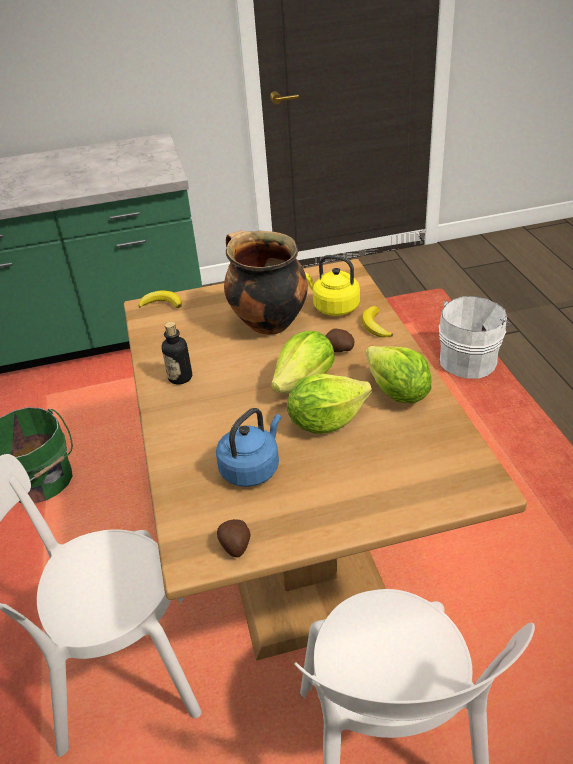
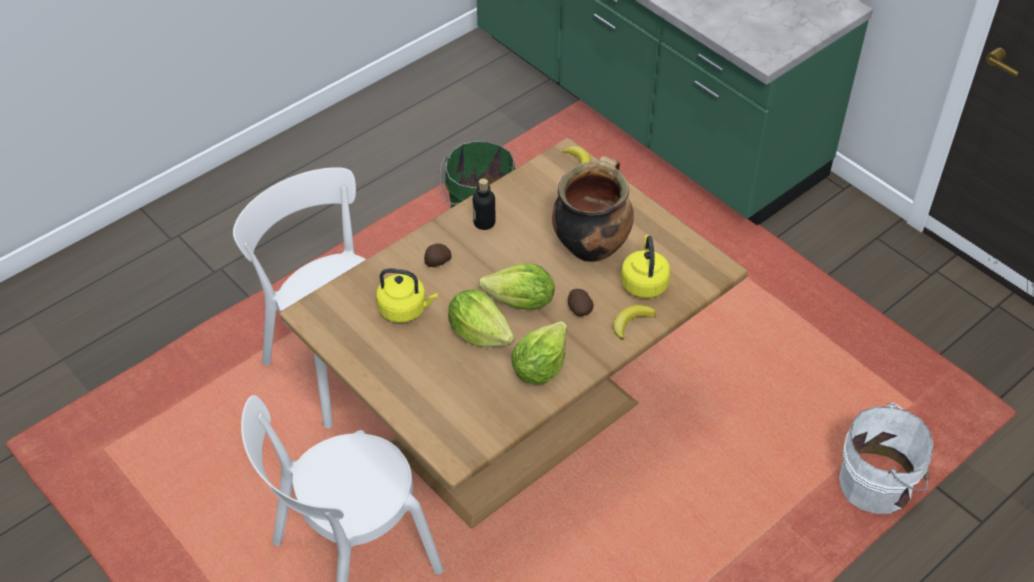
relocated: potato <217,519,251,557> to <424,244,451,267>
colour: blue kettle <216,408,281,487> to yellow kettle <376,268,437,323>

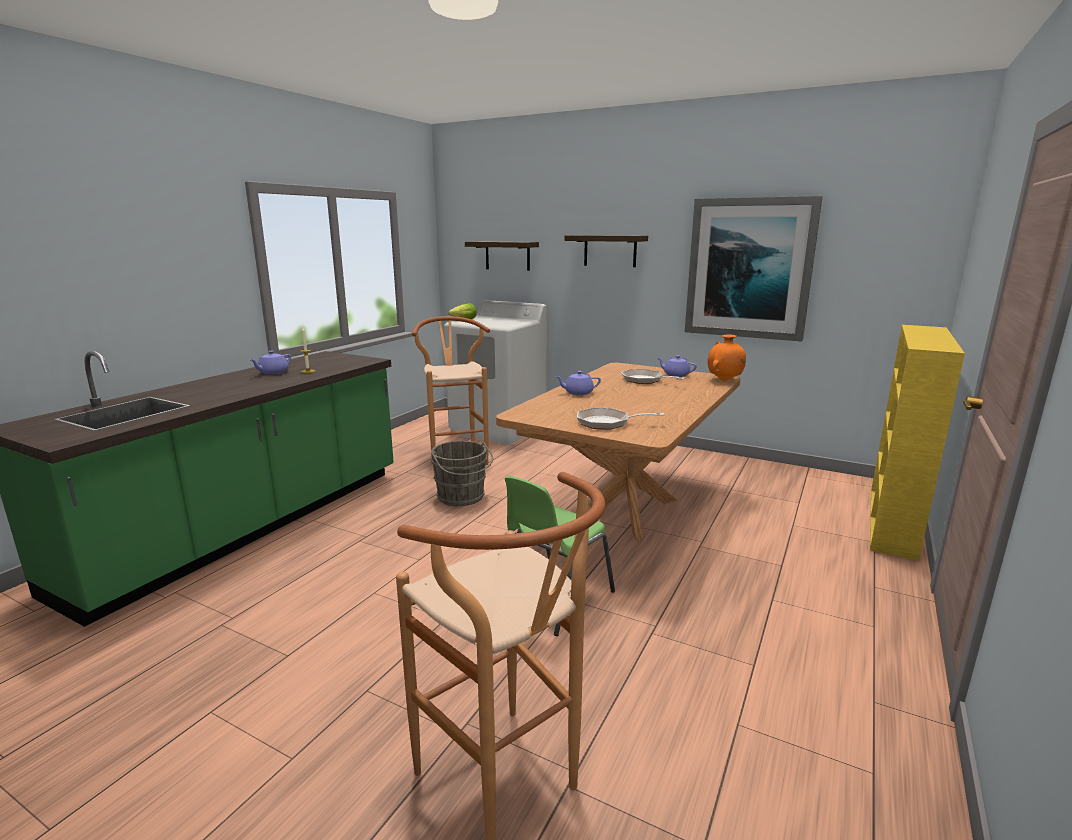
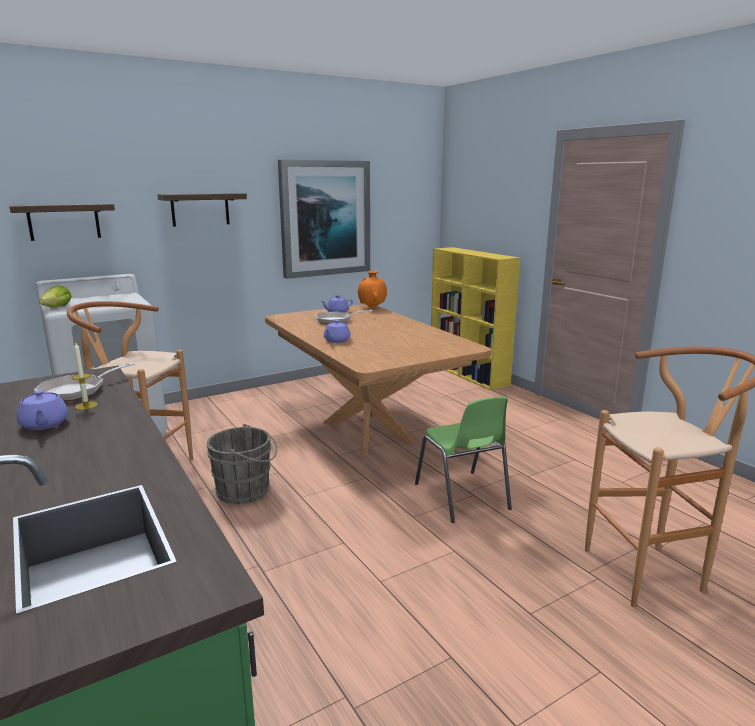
relocated: frying pan <577,408,664,430> to <34,363,135,401>

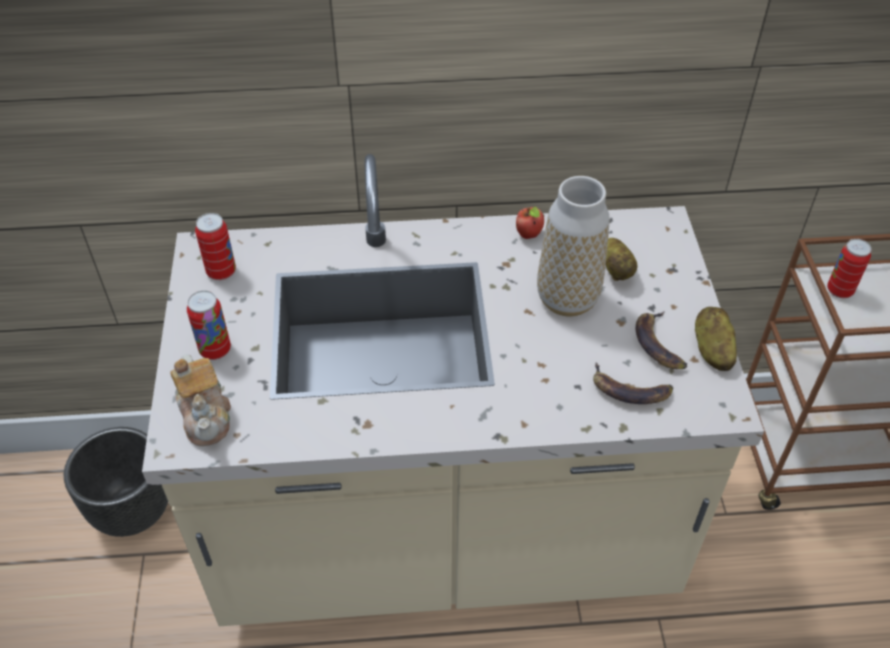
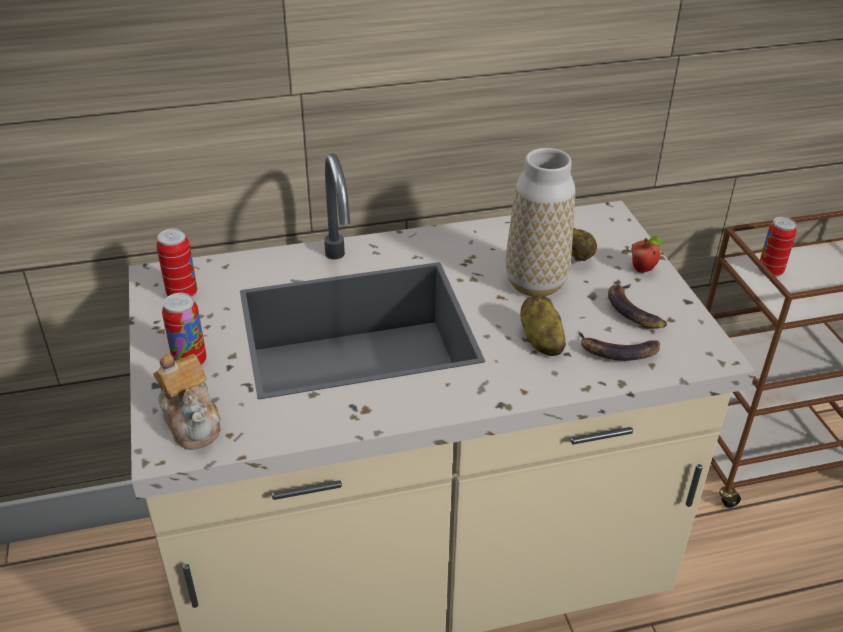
missing: black planter <64,427,168,537>
relocated: apple <516,207,544,239> to <631,236,663,273>; potato <695,307,737,371> to <520,295,566,356>

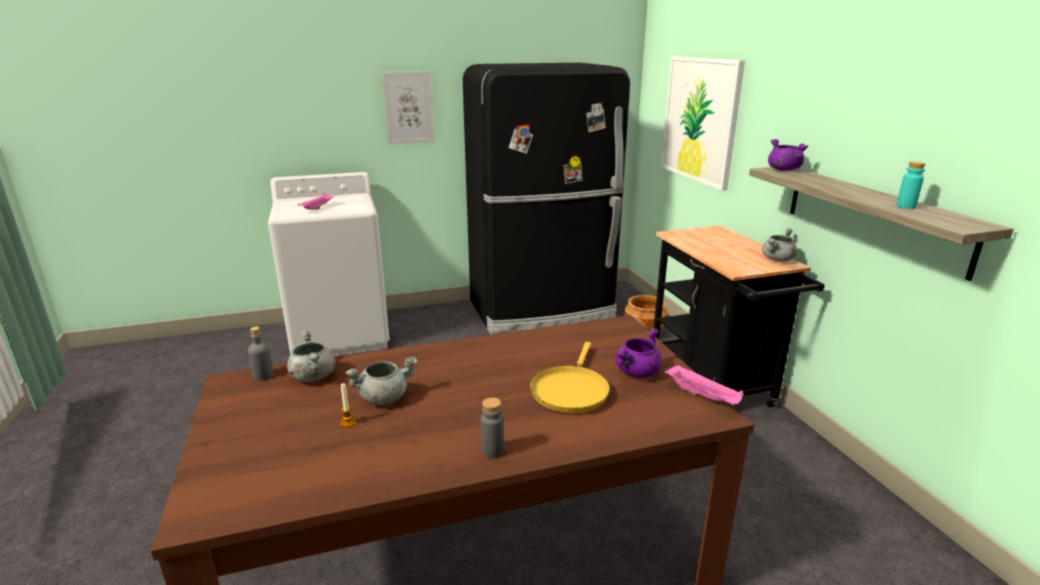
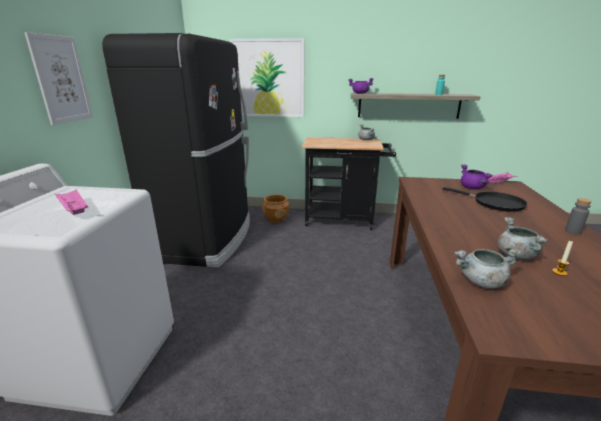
missing: grey bottle <248,327,274,380>
colour: yellow frying pan <530,342,610,413> to black frying pan <443,187,527,212>

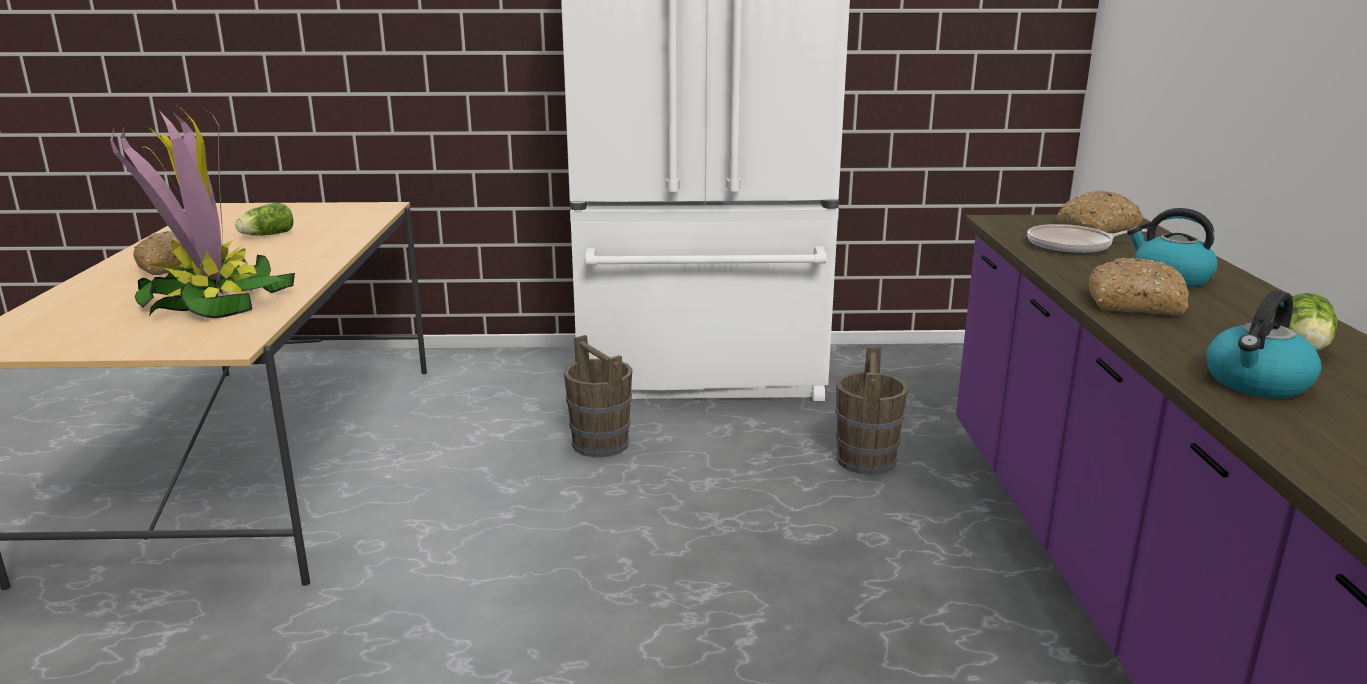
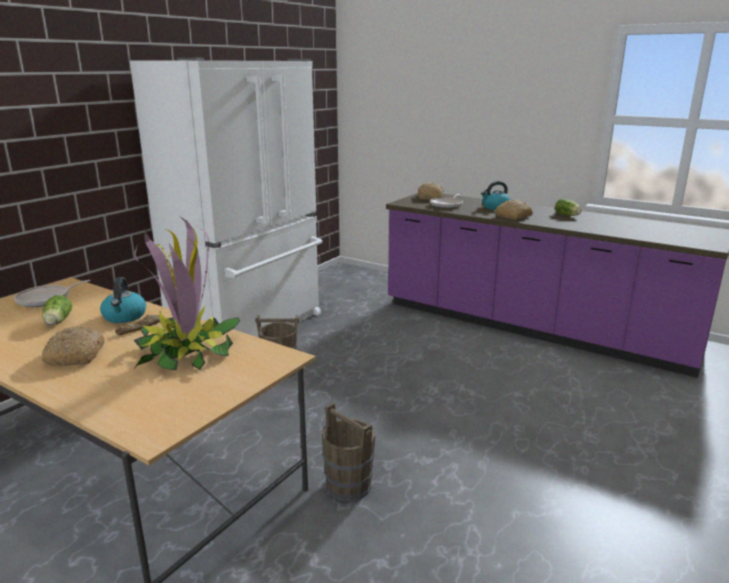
appeared: frying pan <14,280,91,307>; bread <115,314,160,335>
relocated: brown bucket <836,347,908,475> to <322,403,375,501>; kettle <1206,290,1322,398> to <100,277,146,323>

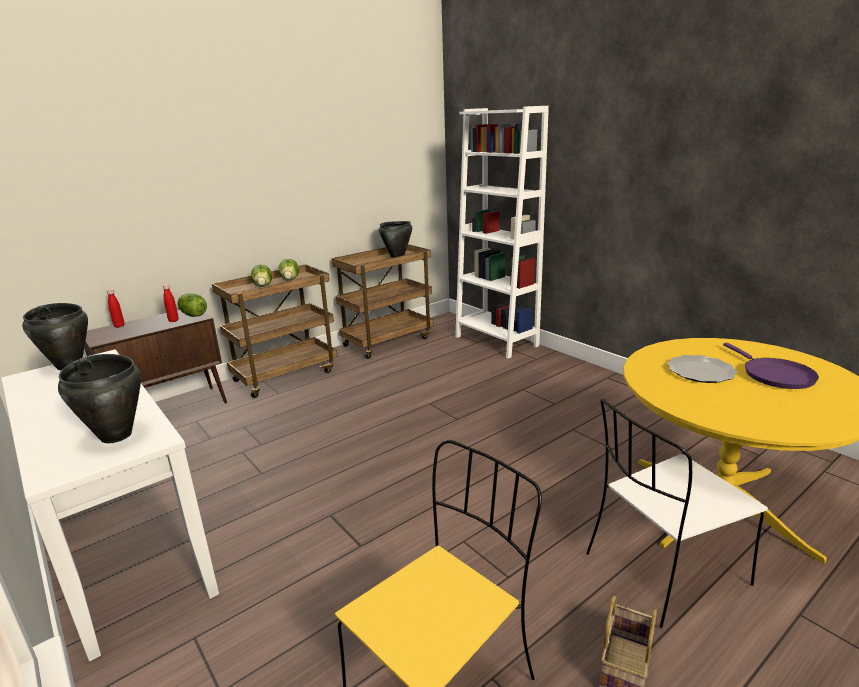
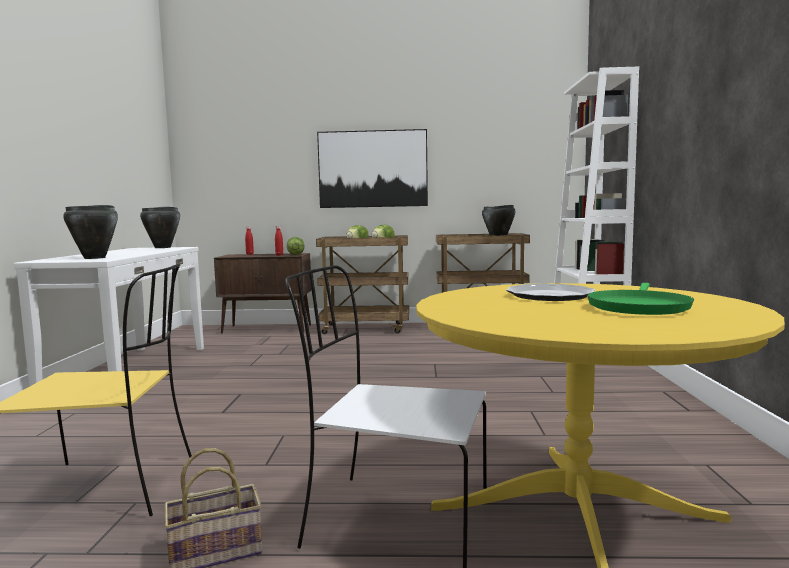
appeared: picture <317,129,428,208>
colour: purple frying pan <723,343,819,389> to green frying pan <587,283,694,315>

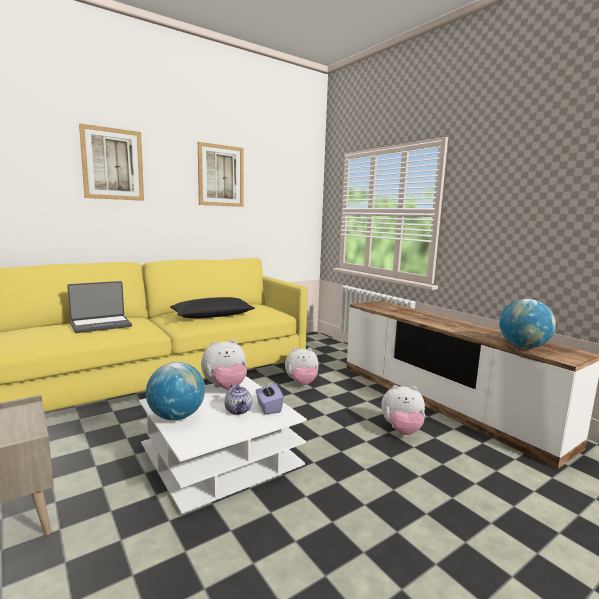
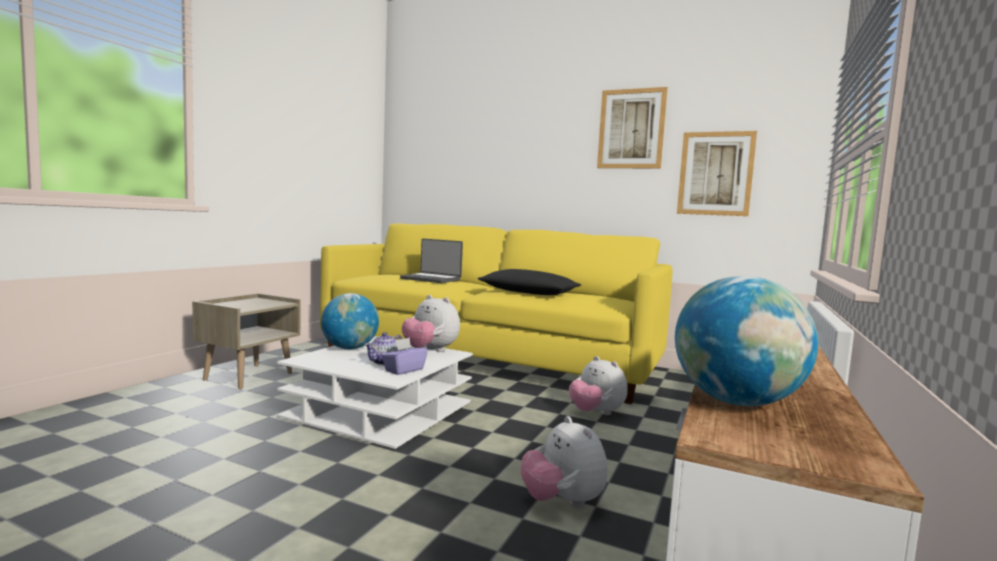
relocated: picture <79,123,144,201> to <677,131,757,216>

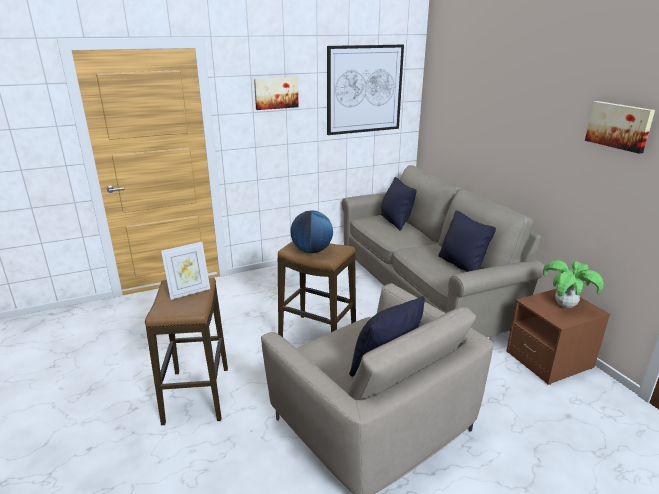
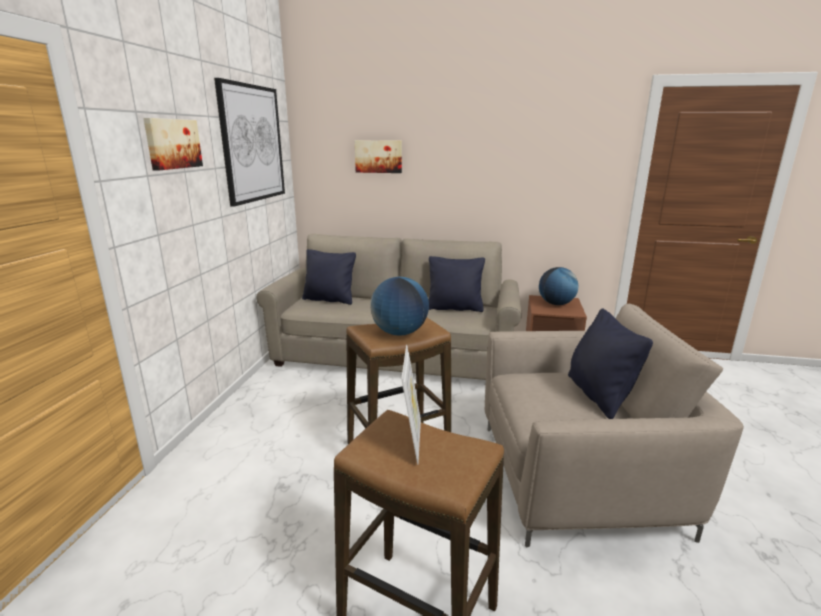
relocated: picture <585,101,655,154> to <355,140,402,173>
exchanged: potted plant <543,260,604,308> to globe <539,267,578,305>

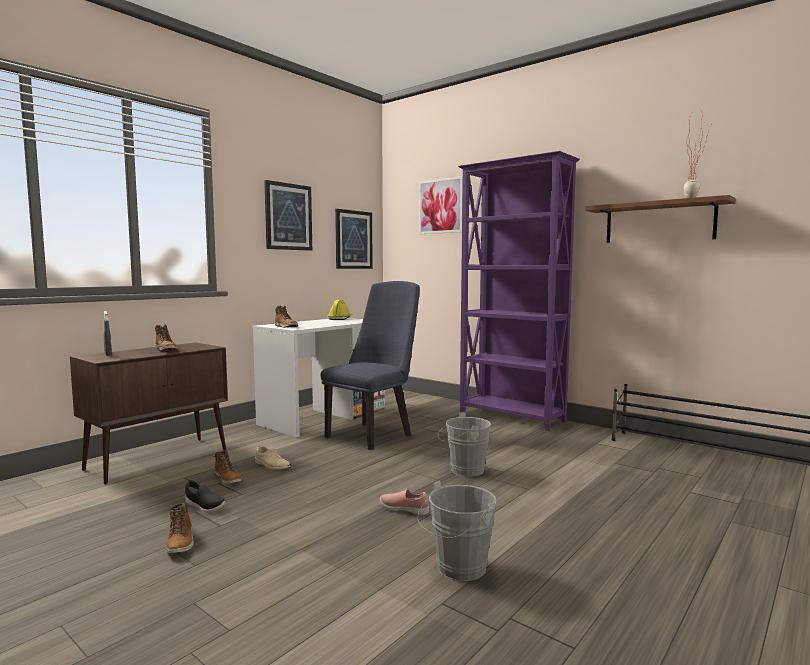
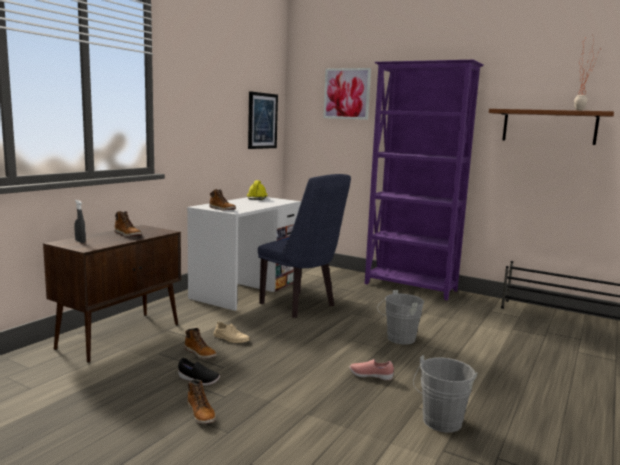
missing: picture <264,180,312,251>
spun: blue chair <321,281,420,450> = <258,174,351,318> 105 degrees clockwise

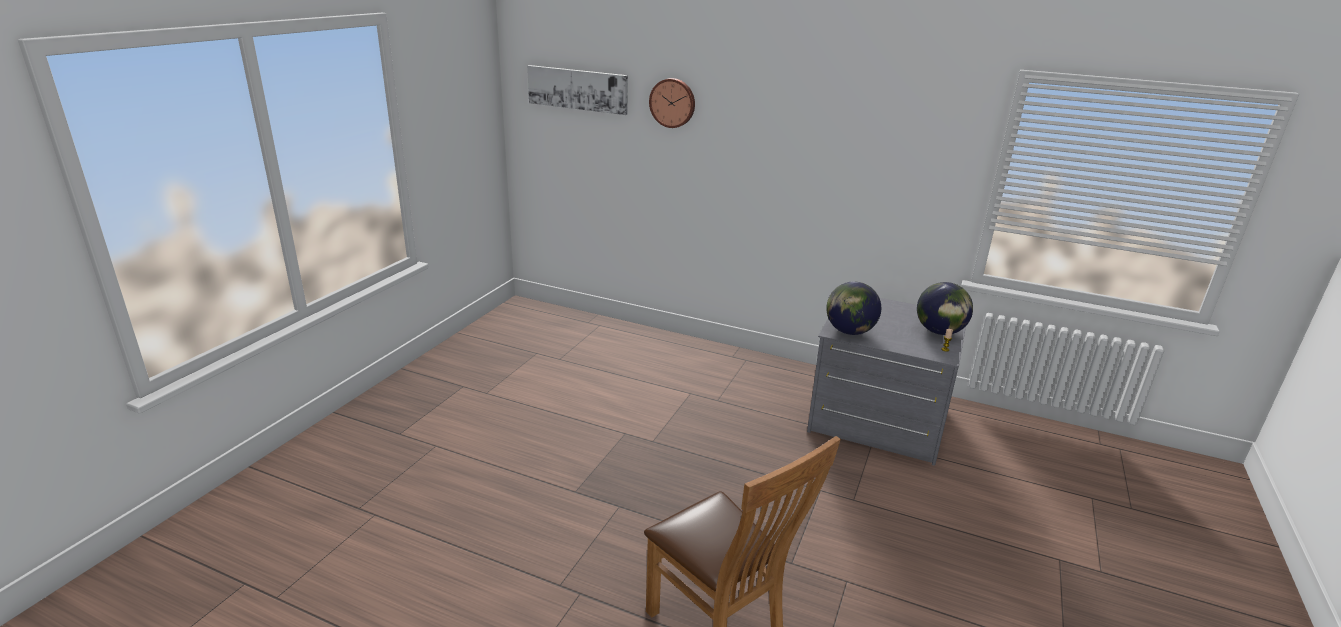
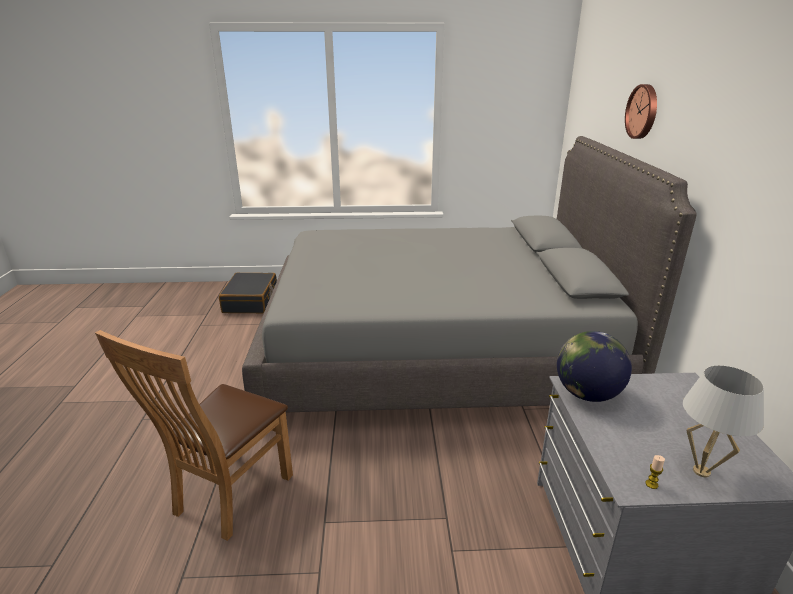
missing: picture <527,65,628,115>
appeared: black suitcase <219,273,277,314>; grey bed <242,136,697,412>
exchanged: globe <917,282,973,335> to white table lamp <683,365,764,477>

